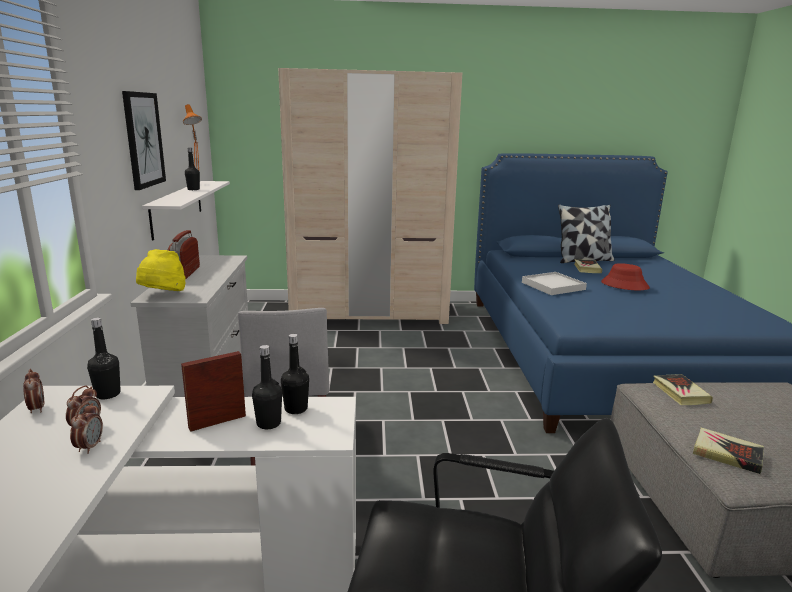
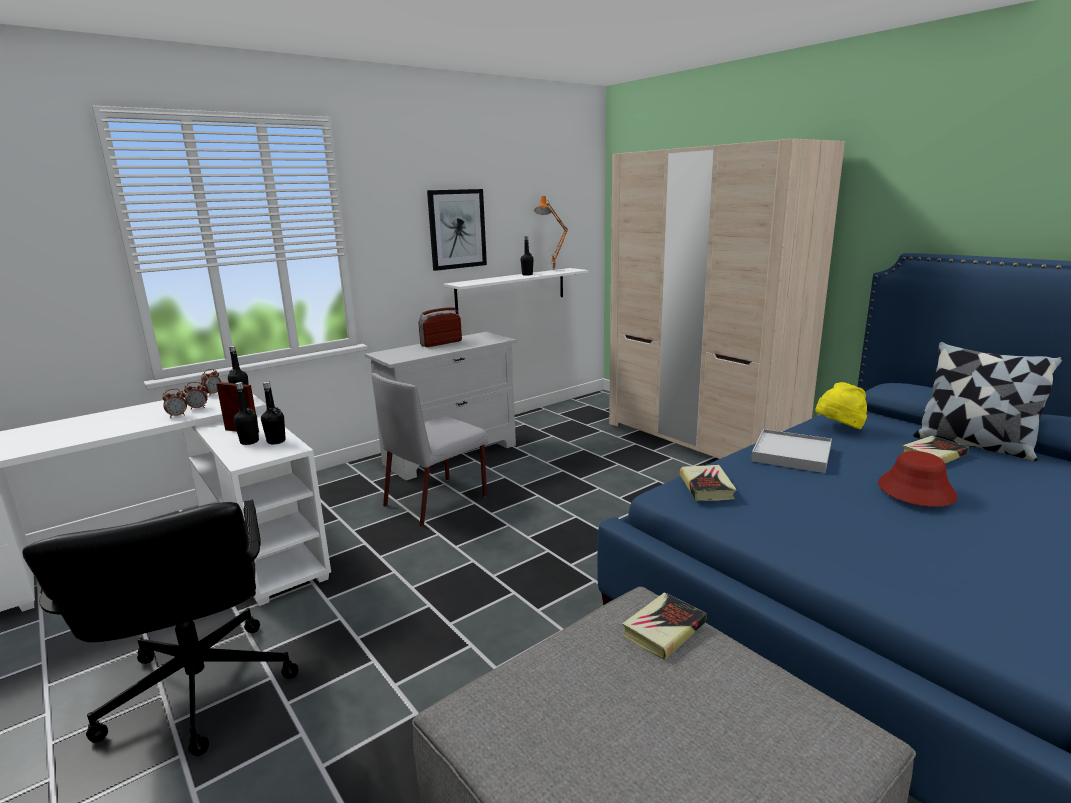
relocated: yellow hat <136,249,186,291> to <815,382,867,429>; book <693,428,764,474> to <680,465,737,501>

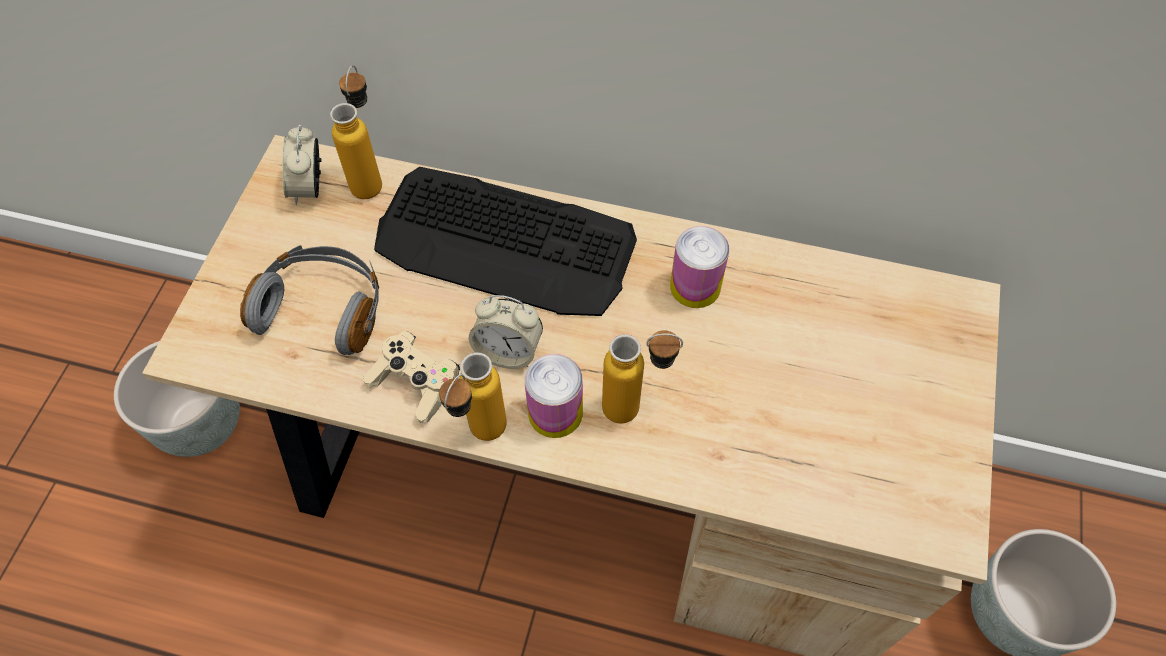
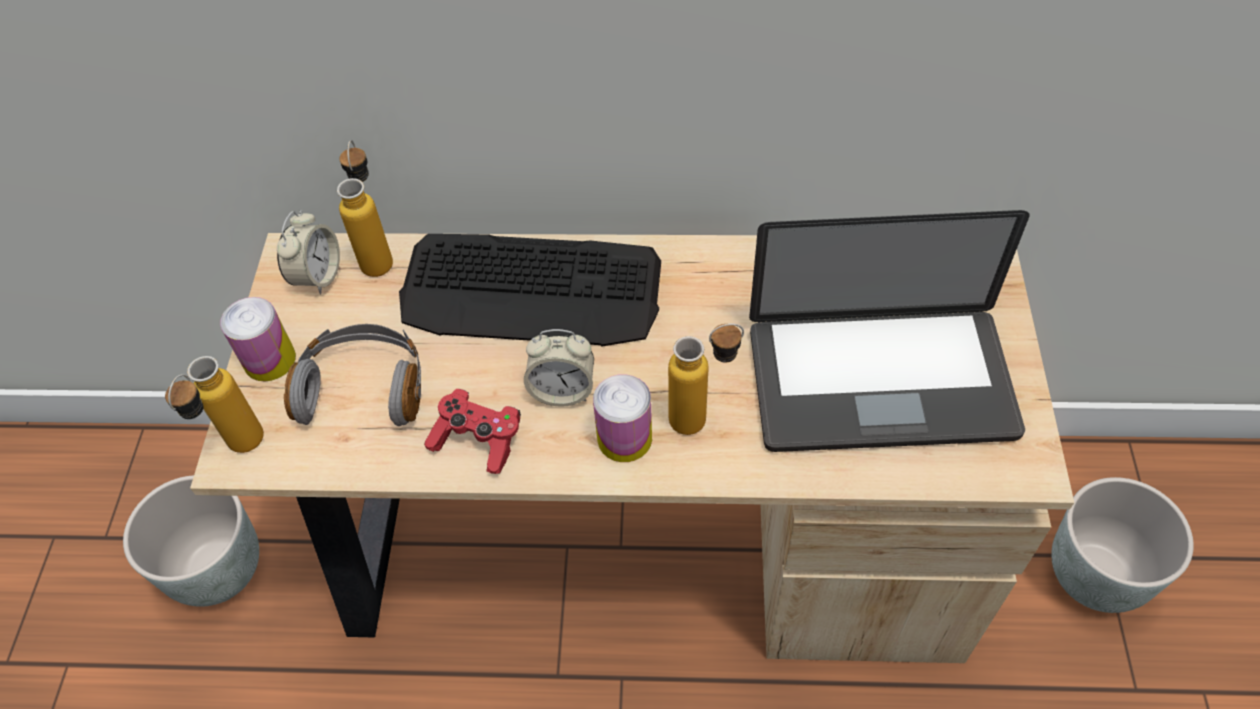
appeared: laptop <749,210,1030,452>
relocated: bottle <439,352,507,441> to <165,356,264,453>; can <670,226,729,308> to <220,297,296,381>
colour: beige game controller <363,331,460,423> to red game controller <424,389,521,474>
spun: alarm clock <282,125,321,205> = <277,210,340,294> 150 degrees counterclockwise

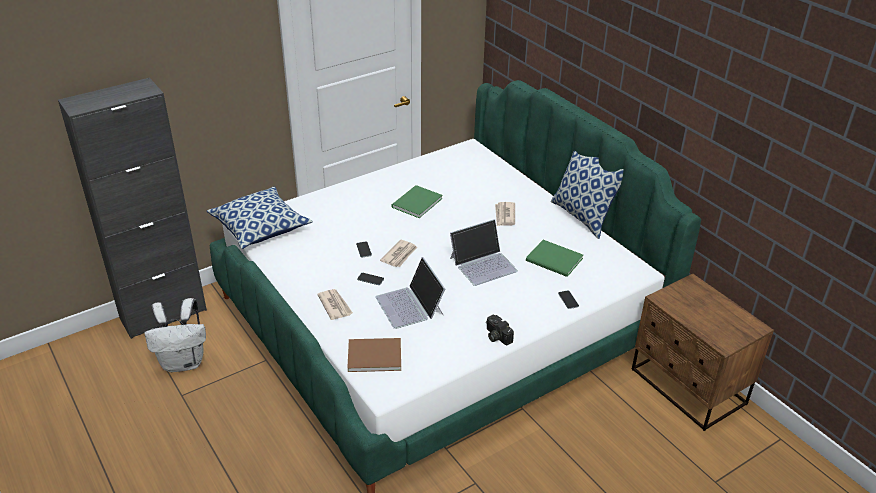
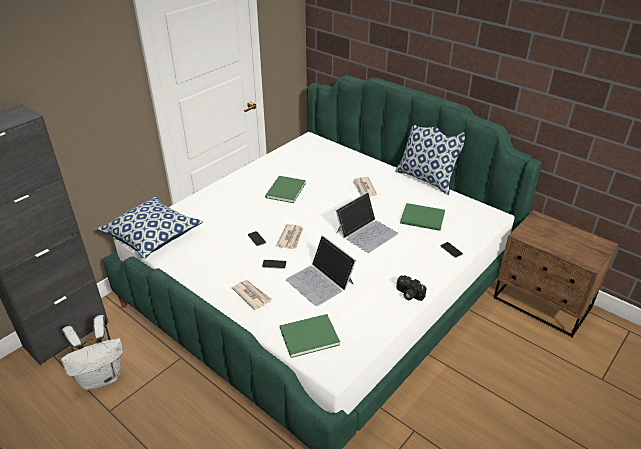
colour: brown book <347,338,401,372> to green book <280,314,340,358>

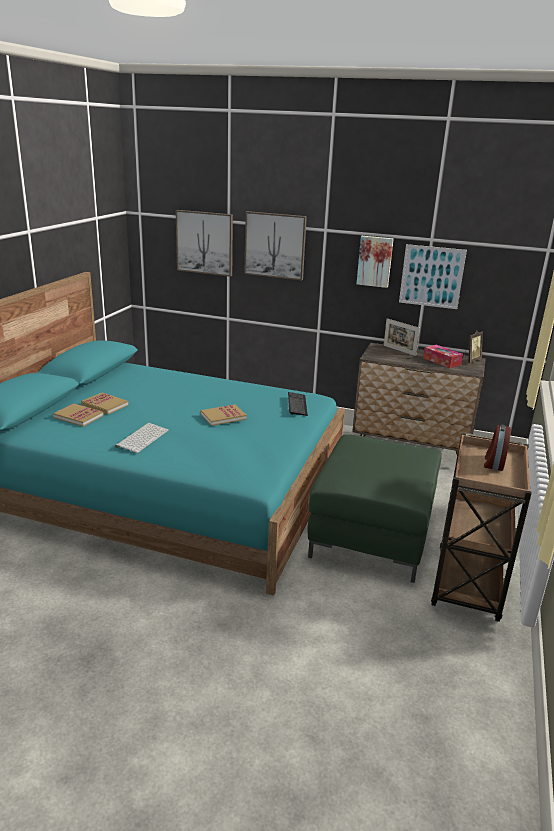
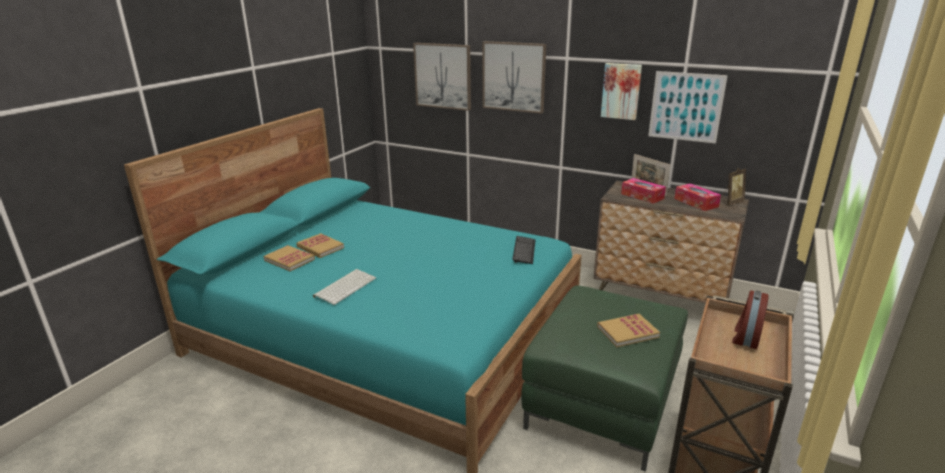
appeared: tissue box <621,178,666,204>
relocated: book <201,404,247,426> to <597,314,660,347>

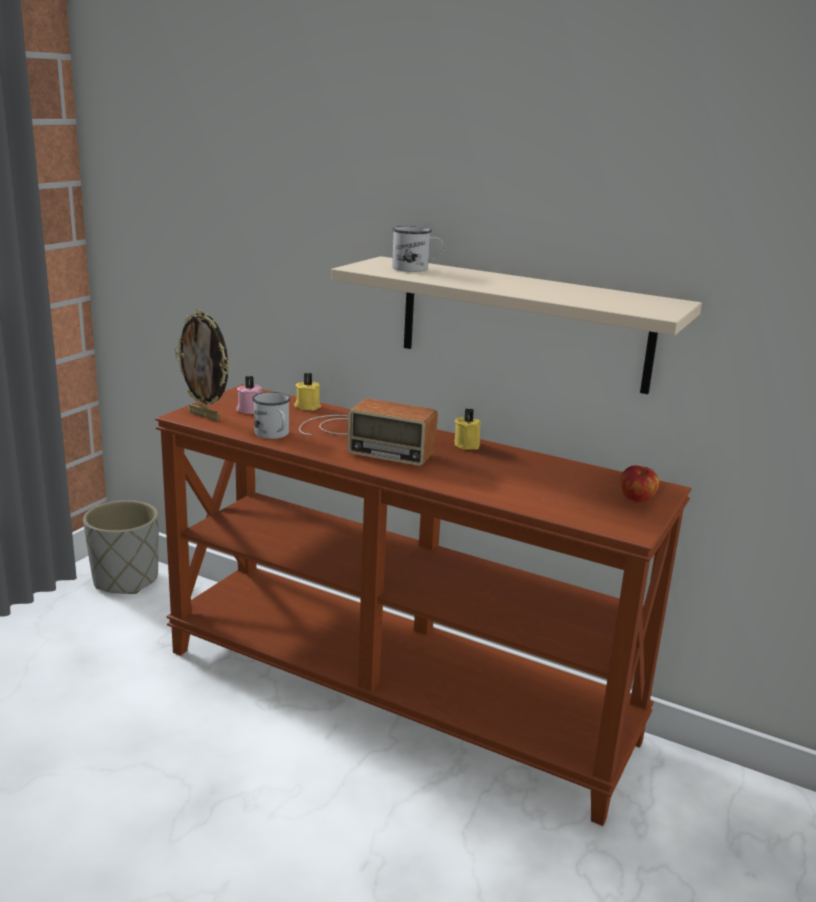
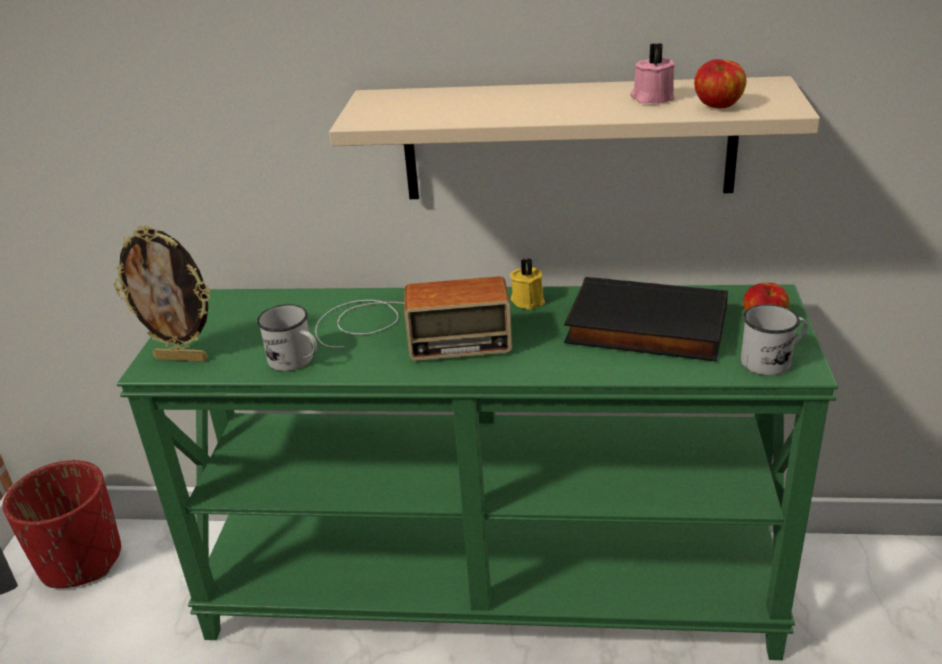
missing: yellow candle <294,373,321,410>
appeared: black book <564,277,728,362>; apple <694,59,747,108>
relocated: pink candle <236,376,262,414> to <630,43,675,104>; white mug <392,226,444,272> to <741,304,808,375>
colour: grey planter <83,500,159,594> to red planter <3,460,121,588>; brown console table <155,384,692,826> to green console table <117,284,839,660>

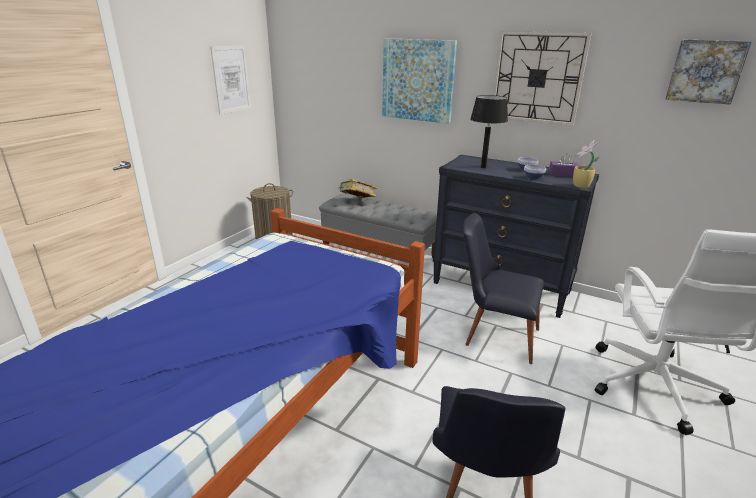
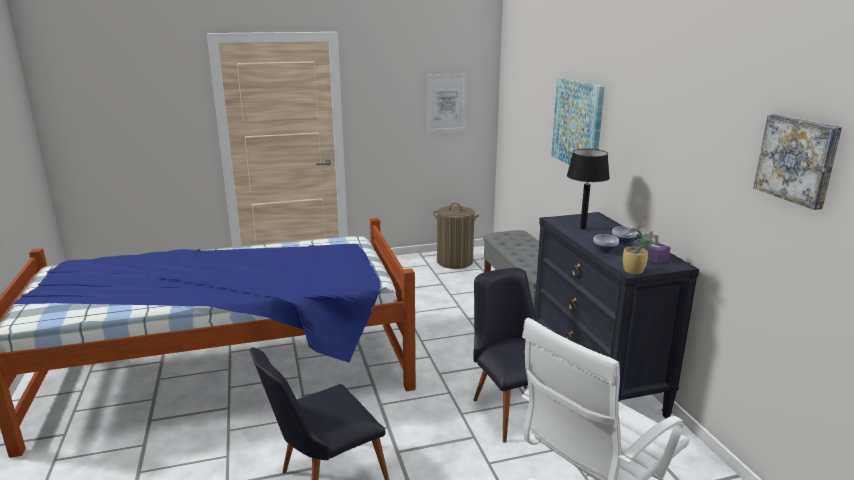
missing: book <339,179,378,198>; wall clock <493,31,592,126>

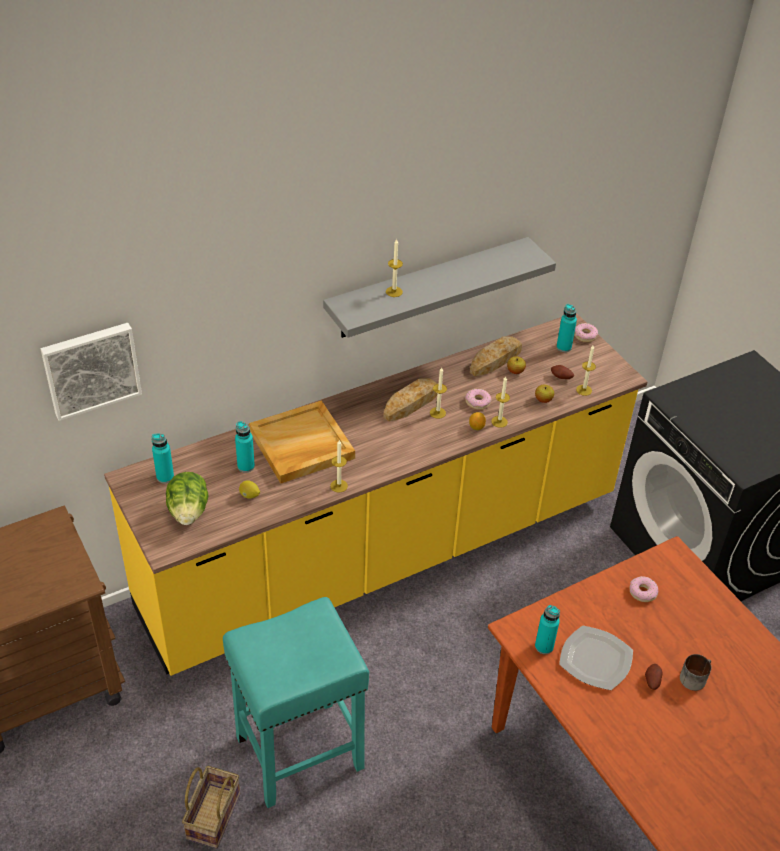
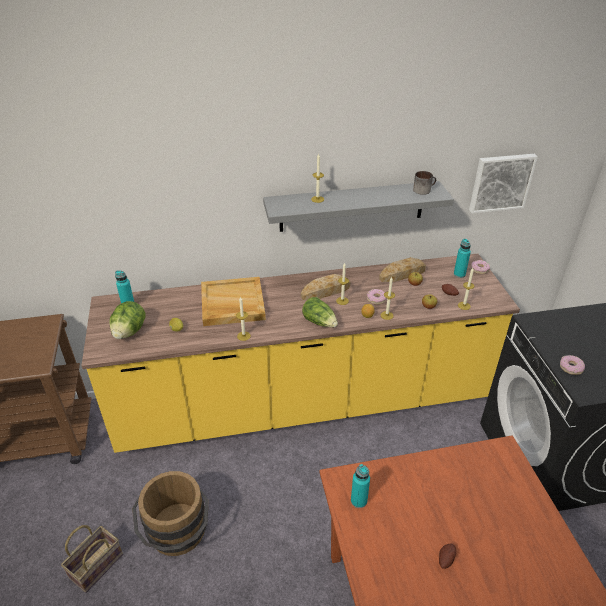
missing: turquoise bottle <235,421,255,473>; plate <559,625,633,690>
appeared: lettuce <302,297,338,327>
relocated: picture <41,323,142,421> to <469,154,538,213>; donut <629,576,658,602> to <560,355,585,375>; mug <680,654,711,691> to <413,171,436,195>
exchanged: turquoise stool <223,597,369,808> to brown bucket <132,471,208,556>

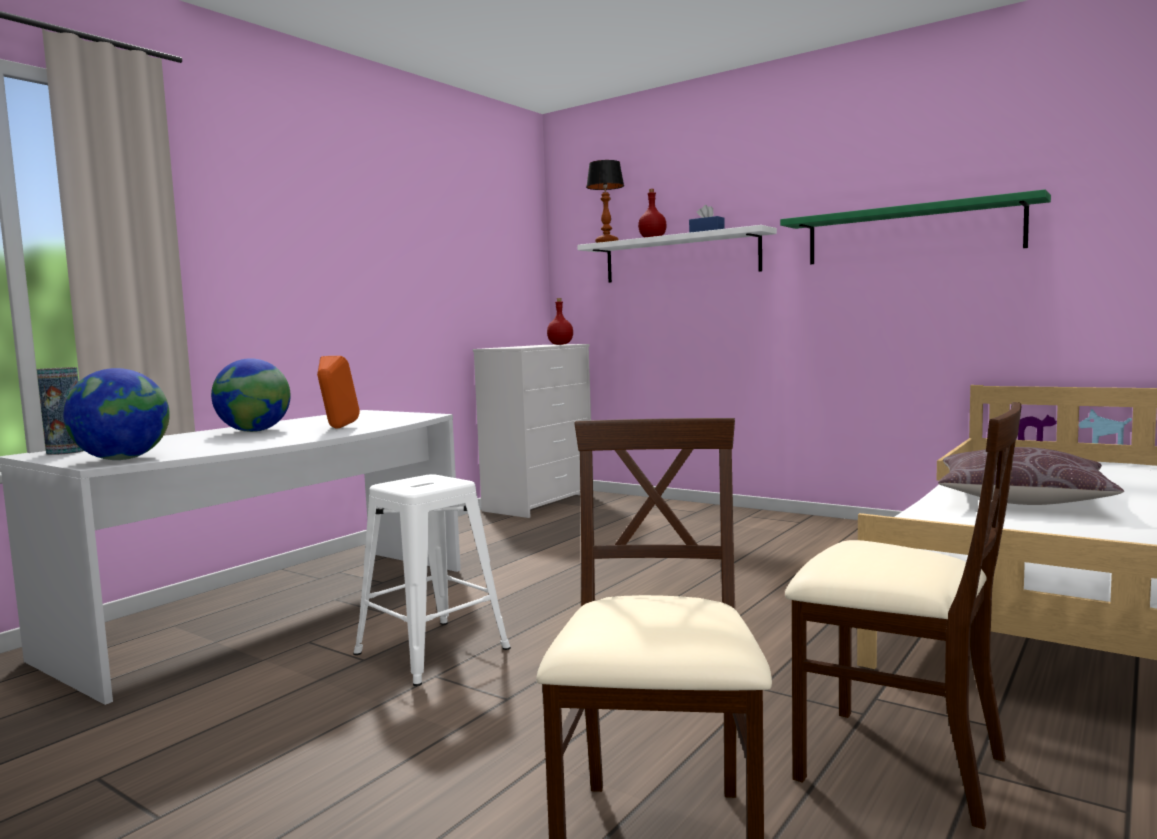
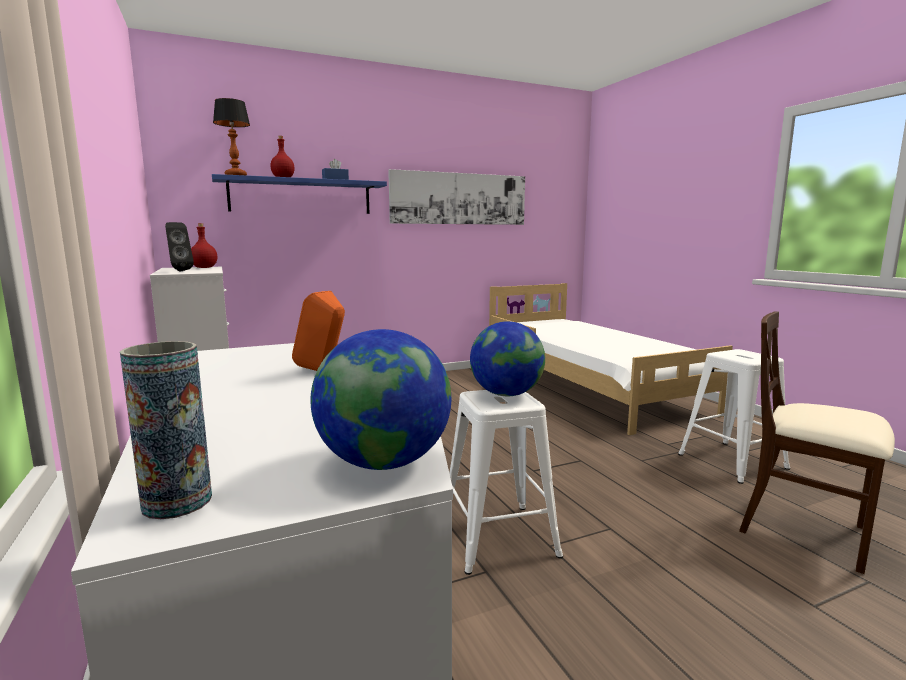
missing: brown pillow <938,447,1124,505>
appeared: black speaker <165,222,194,271>
relocated: globe <211,358,291,432> to <470,321,545,396>
exchanged: green shelf <780,189,1051,264> to picture <388,169,525,225>; beige chair <785,402,1021,830> to white stool <678,349,790,484>
colour: white shelf <577,225,777,283> to blue shelf <212,174,387,214>

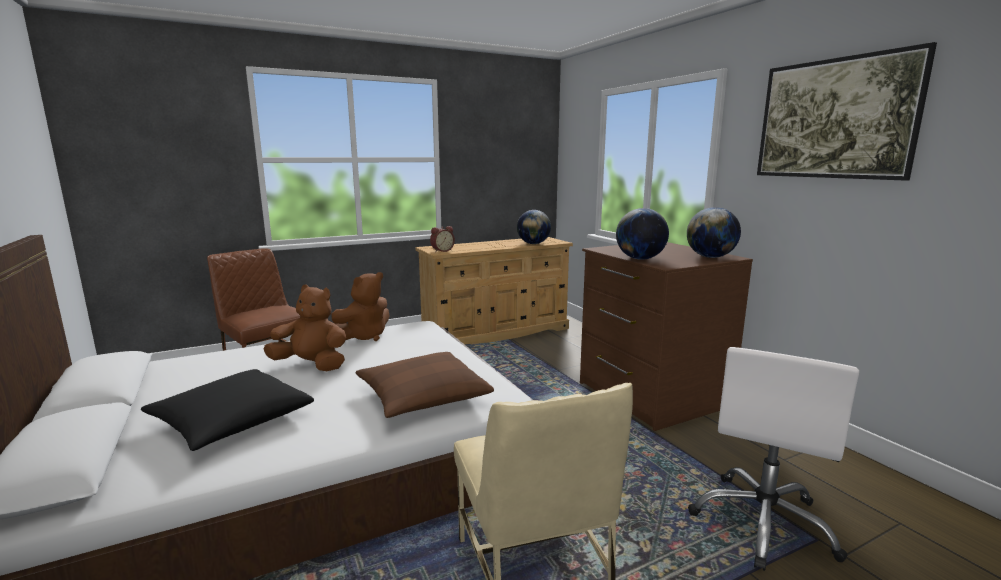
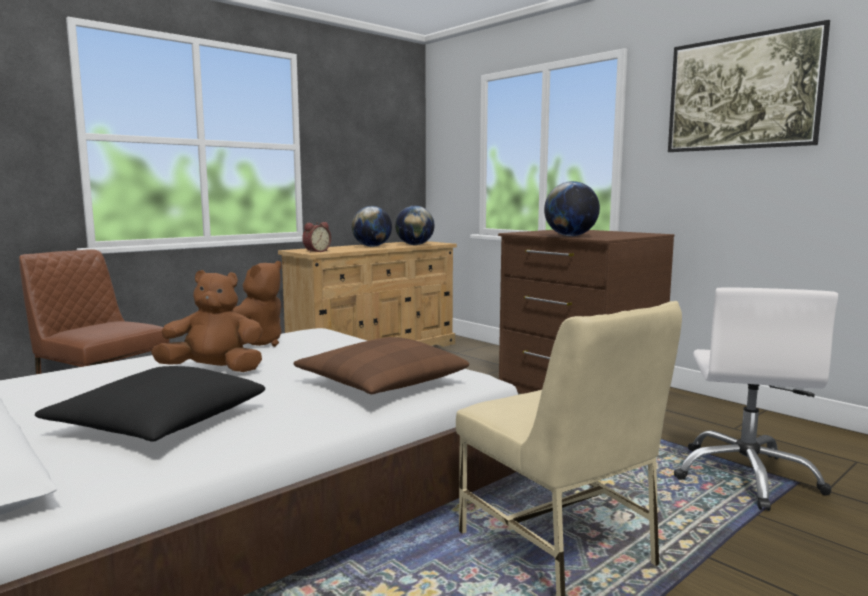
relocated: globe <687,207,741,258> to <352,206,392,247>

